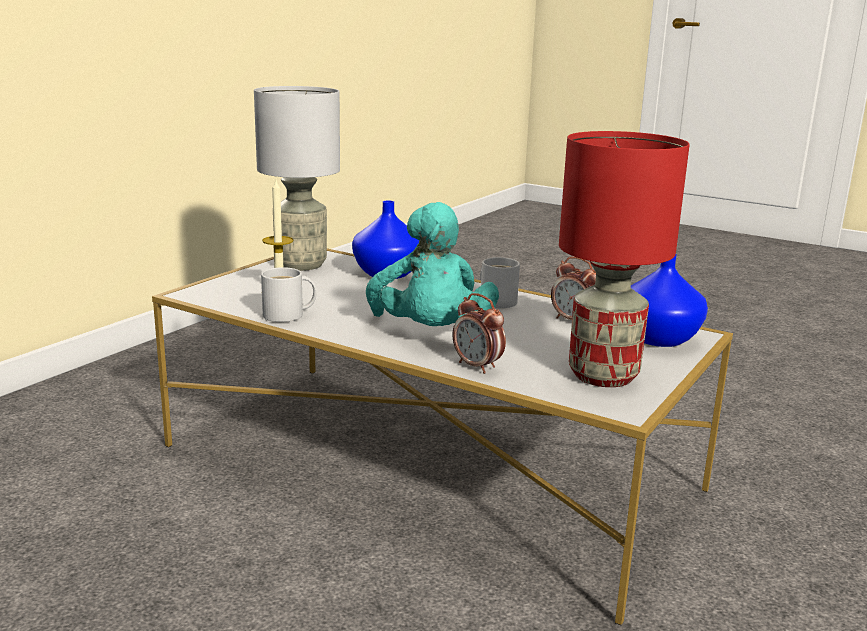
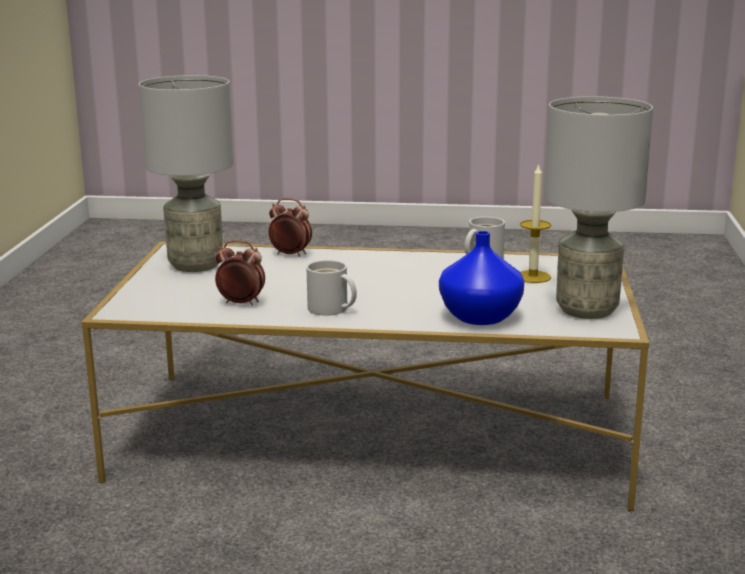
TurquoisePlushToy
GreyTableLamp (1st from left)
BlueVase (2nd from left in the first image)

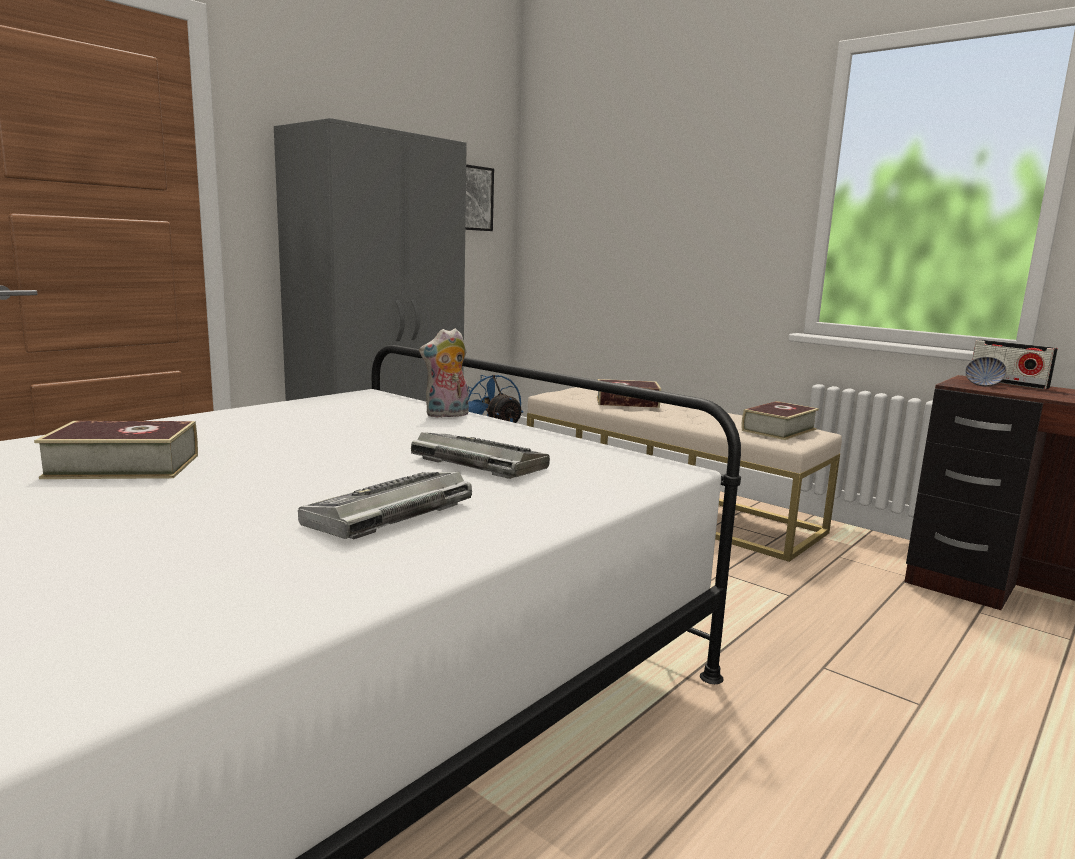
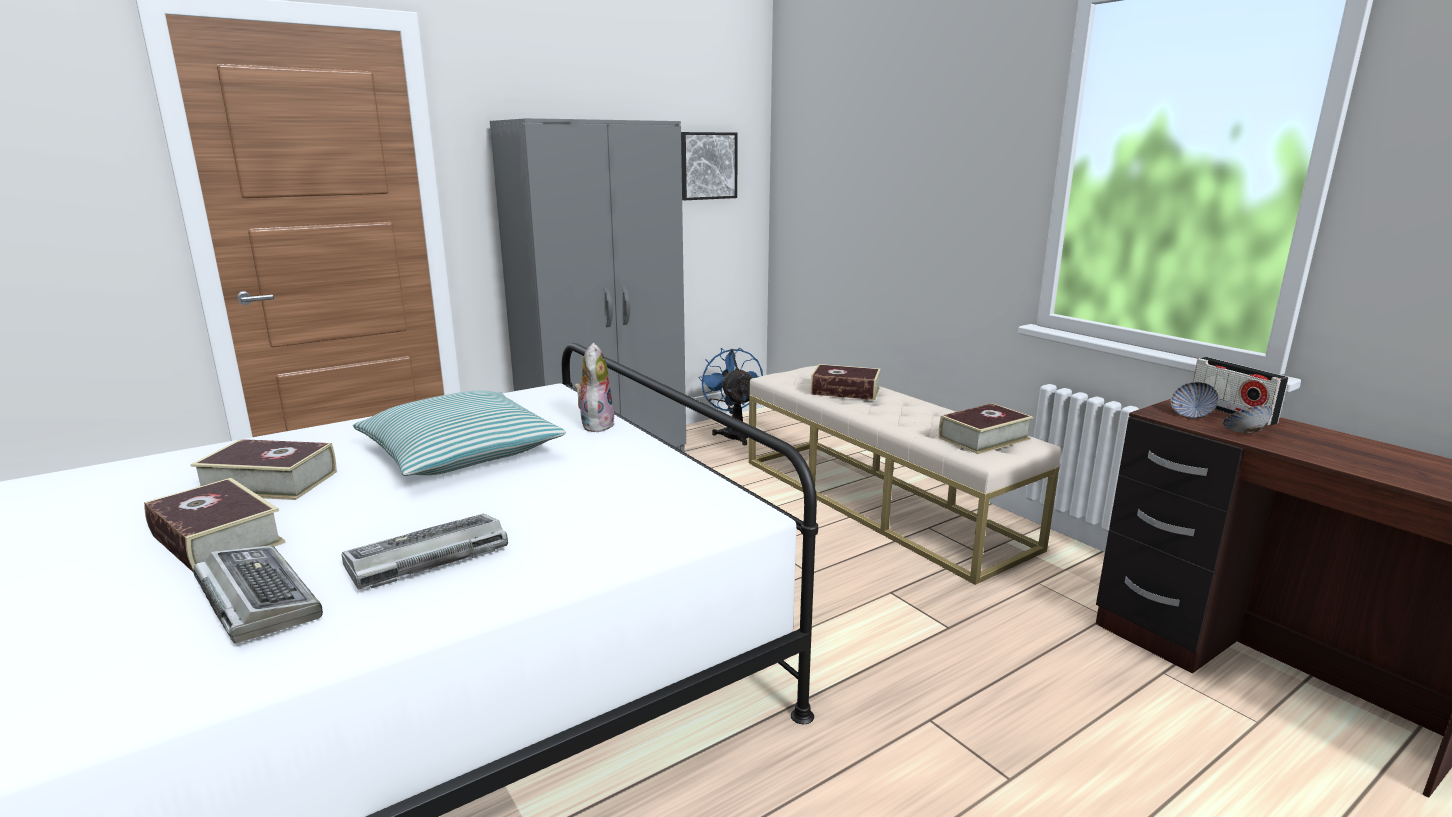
Keyboard (1st from left)
PlushToy
Book (1st from left)
Pillow
Bowl (2nd from left)

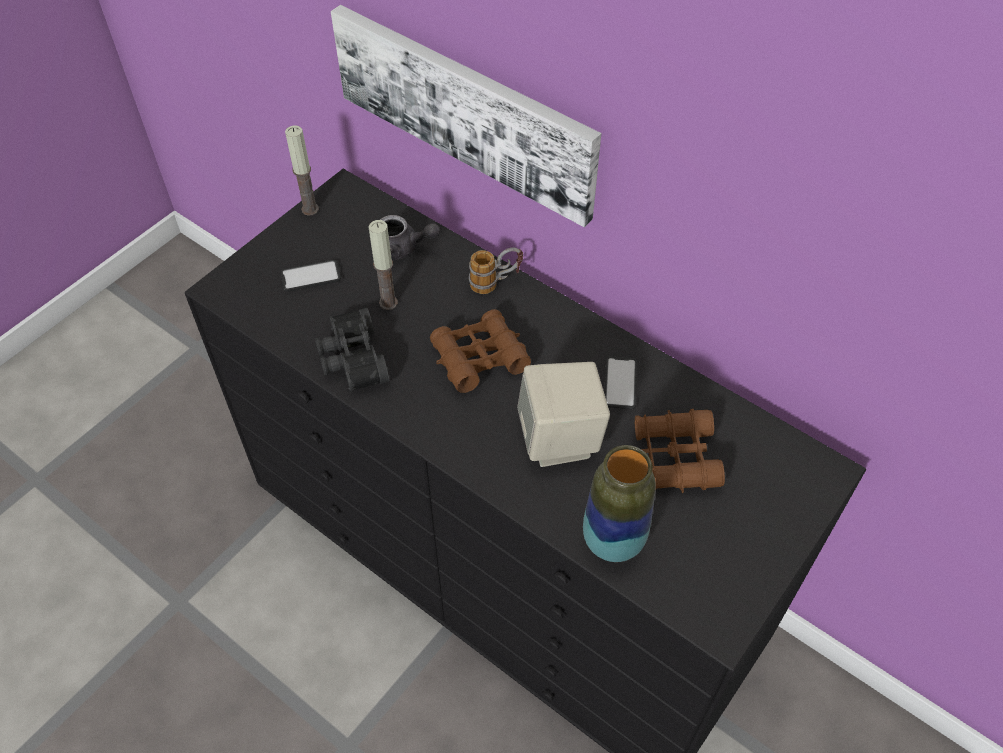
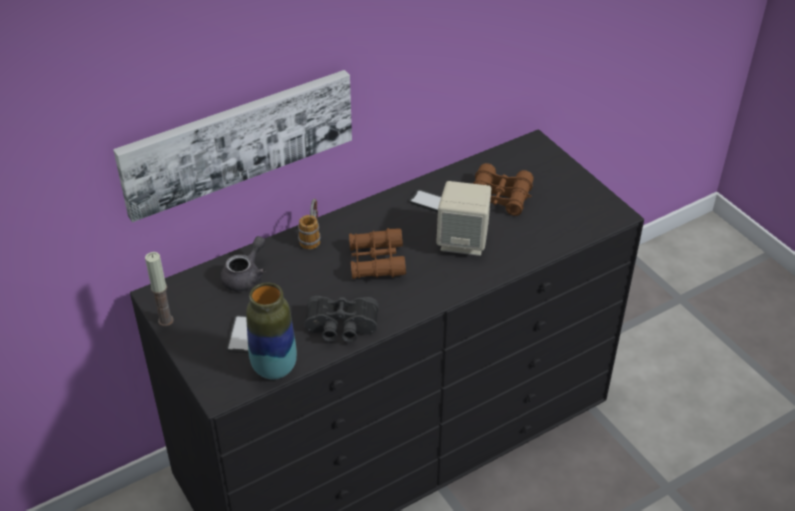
Candle (2nd from left in the first image)
Vase

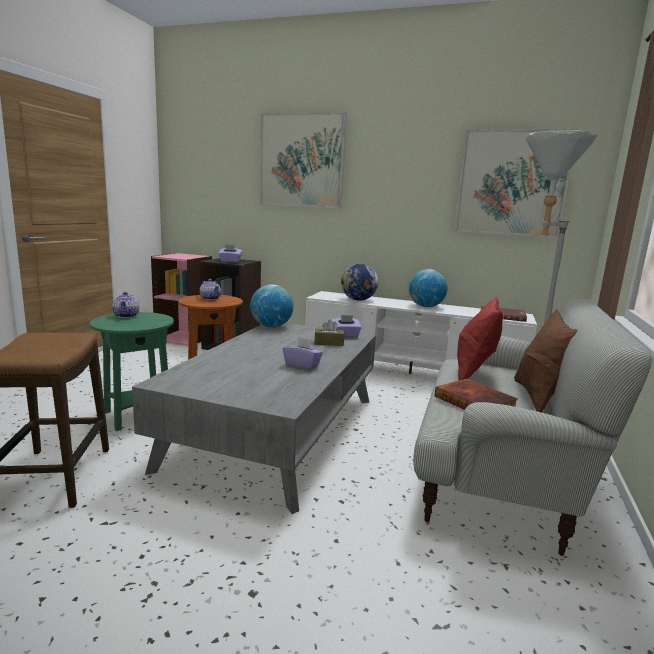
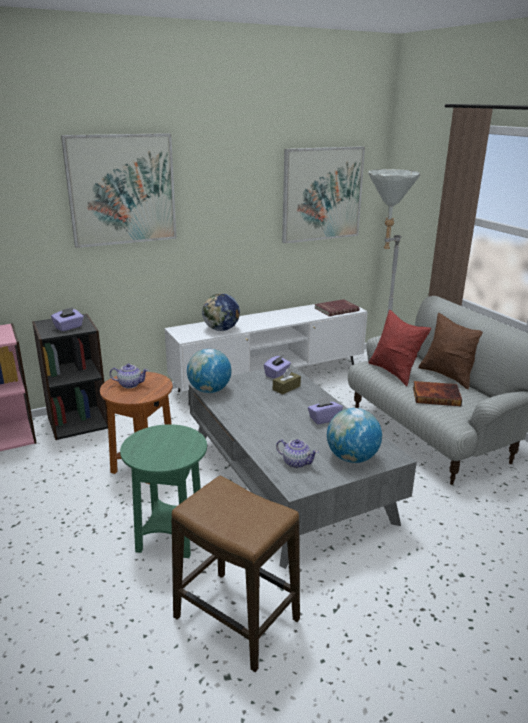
Teapot (2nd from left)
Globe (3rd from left)

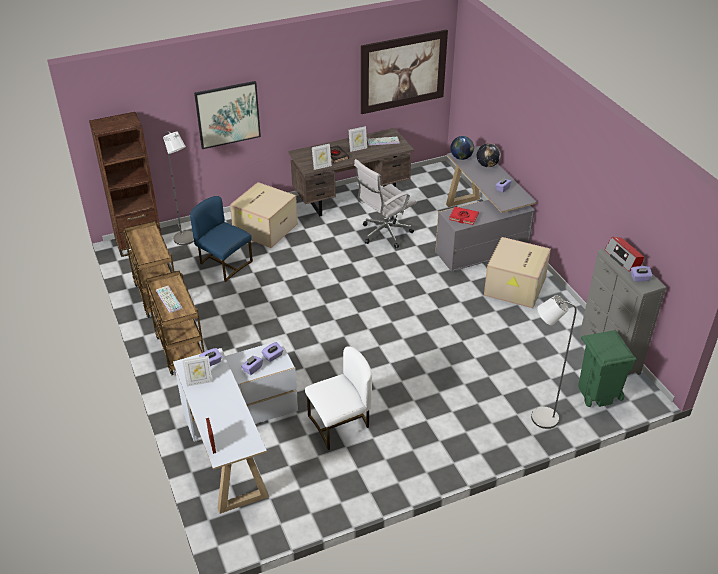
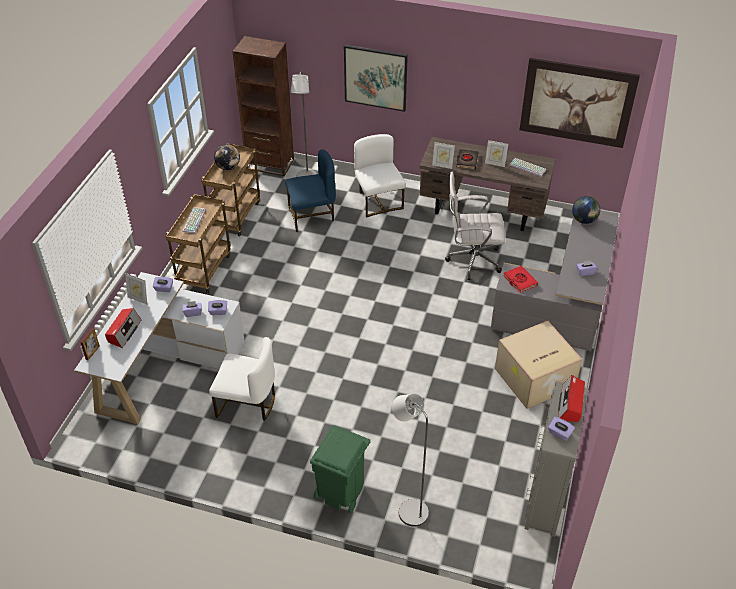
BlueChair
WhiteChair (2nd from left)
Globe (1st from left)
GreenTrashCan
Radio (1st from left)

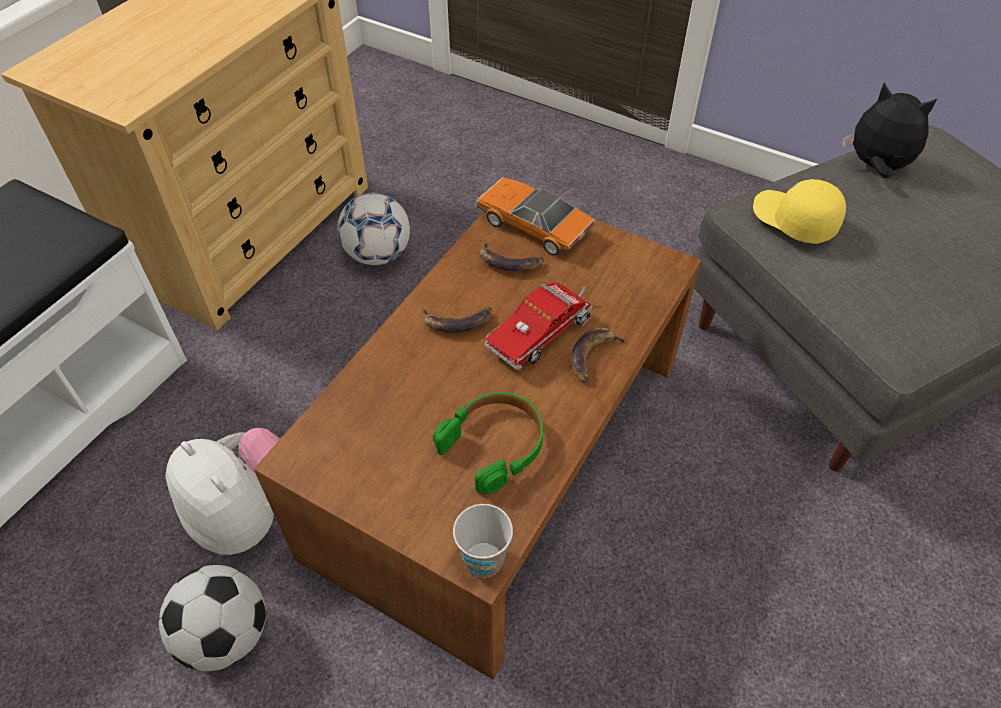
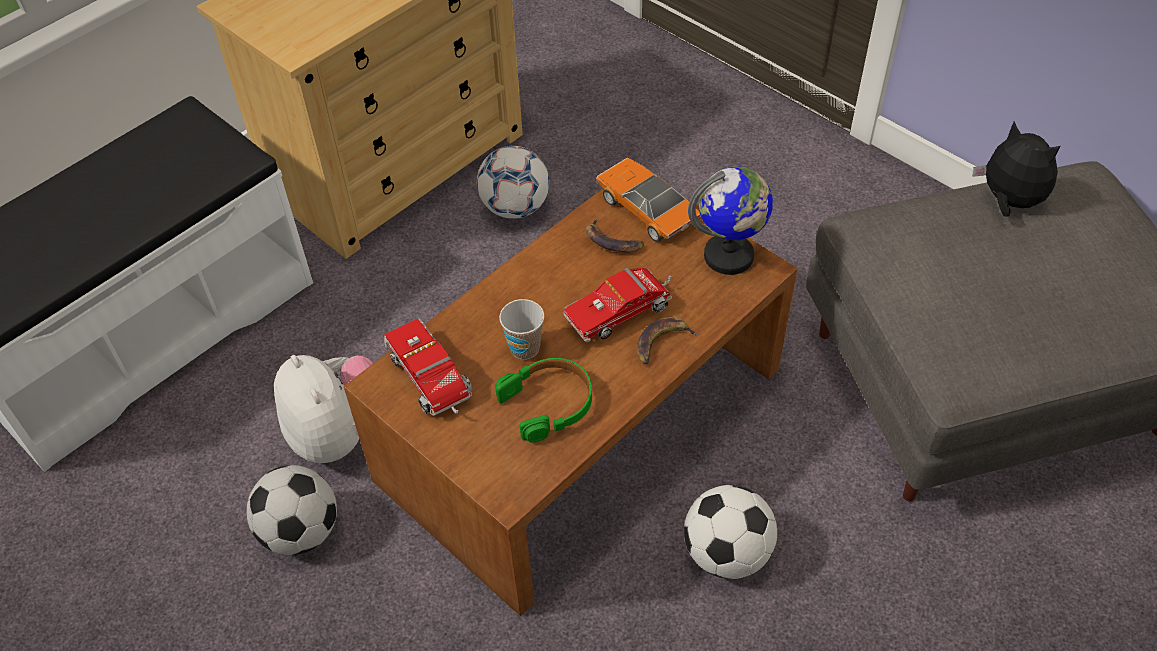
Banana (1st from left in the first image)
Cup
YellowCap
ToyTruck (1st from left)
Football (3rd from left)
Globe

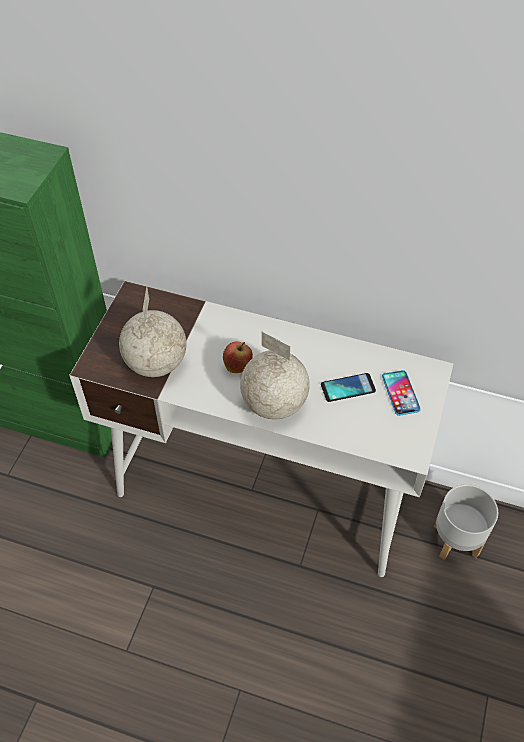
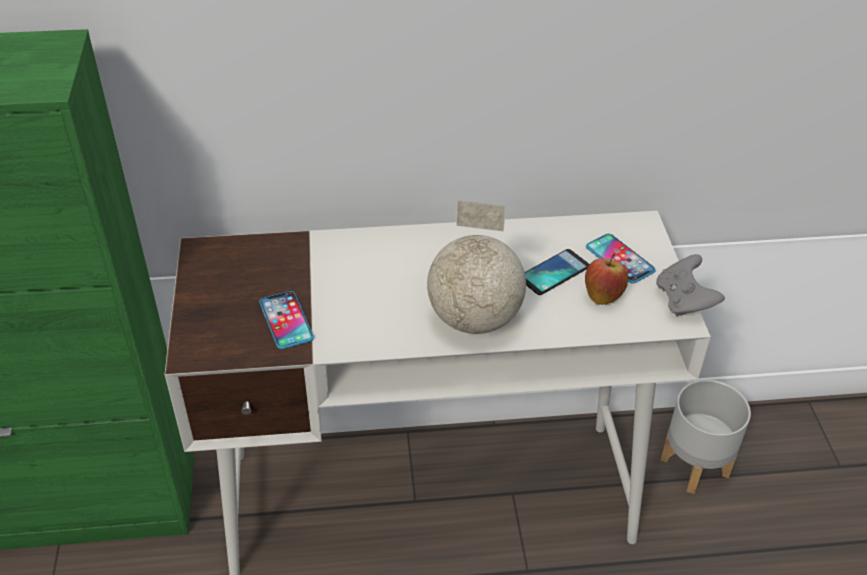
Phone (1st from left)
Apple
GreyGameController

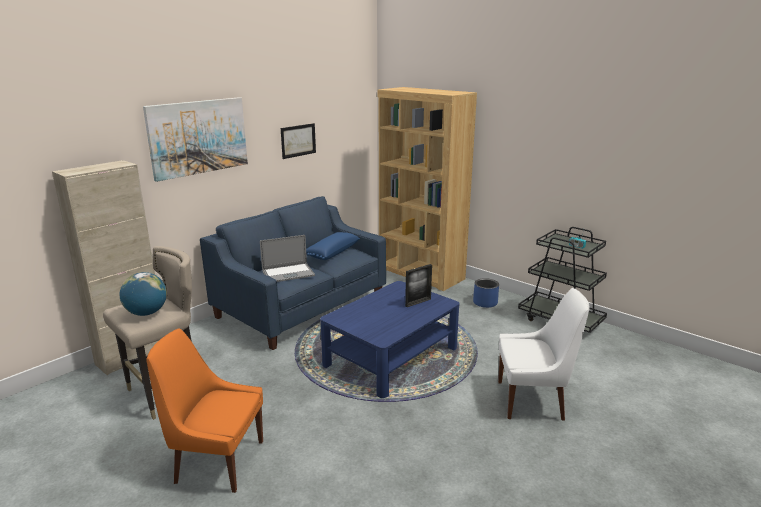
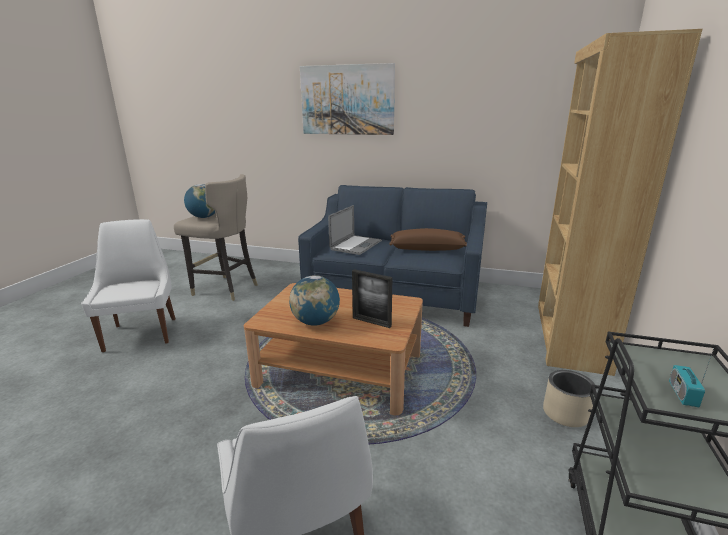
BeigeCabinet
WhiteChair (1st from left)
Laptop
Picture (2nd from left in the first image)
BrownPillow
BrownCoffeeTable
BeigePlanter
Globe (2nd from left)

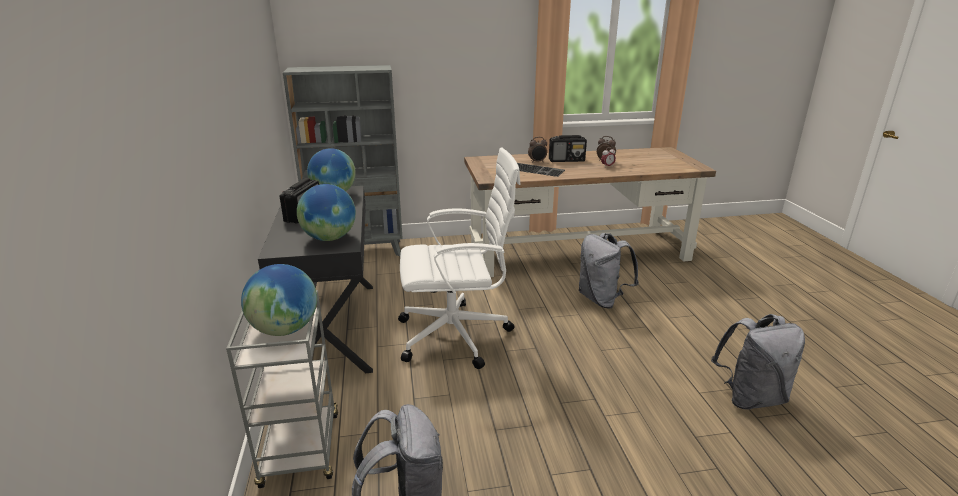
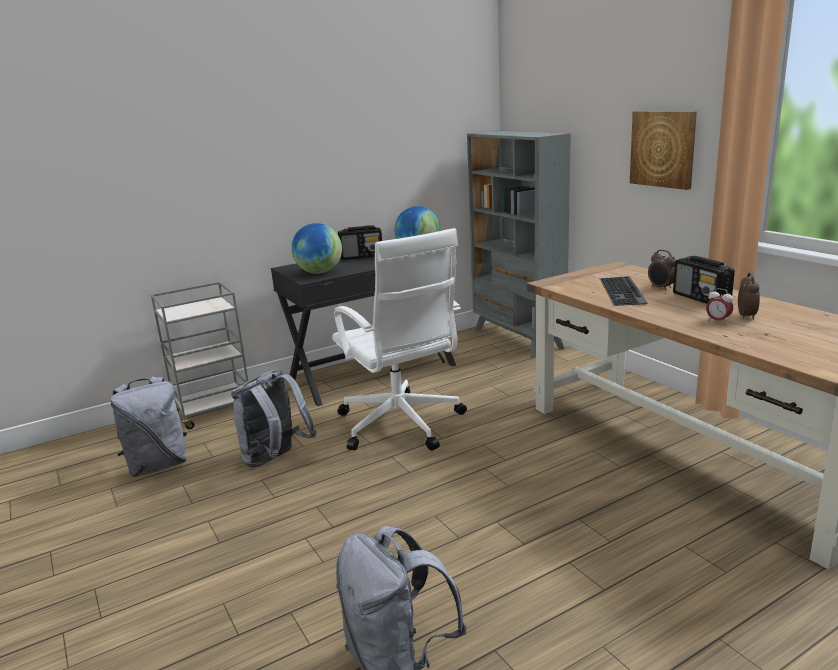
Globe (1st from left in the first image)
GreyBackpack (2nd from left)
Picture

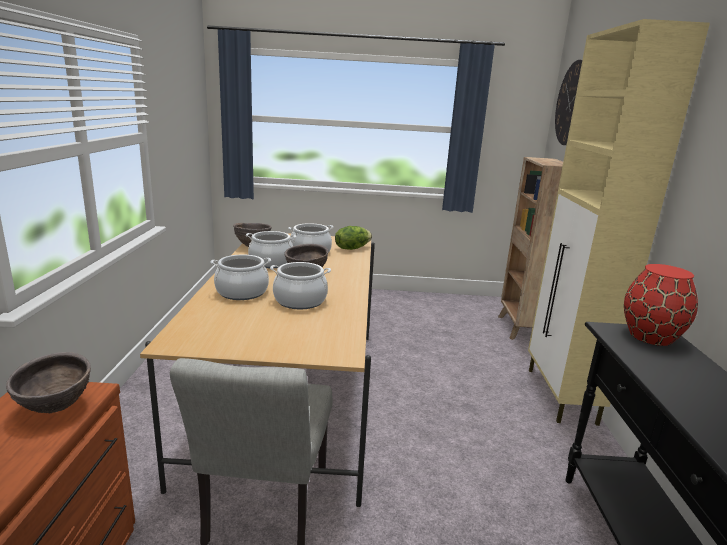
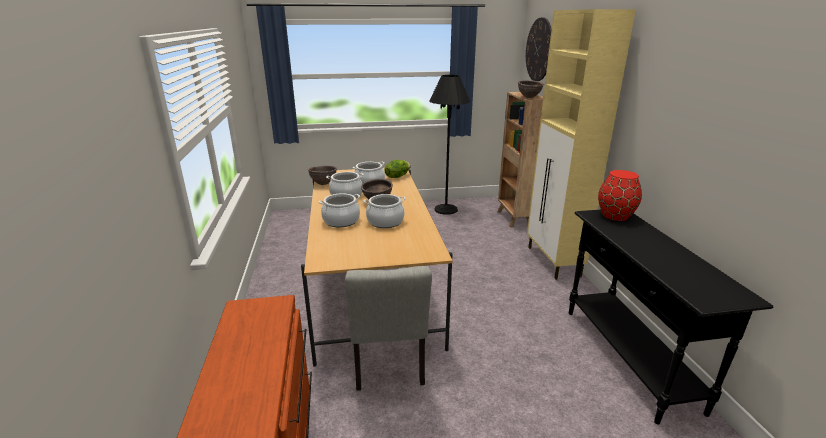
BrownBowl (3rd from left)
BlackFloorLamp

